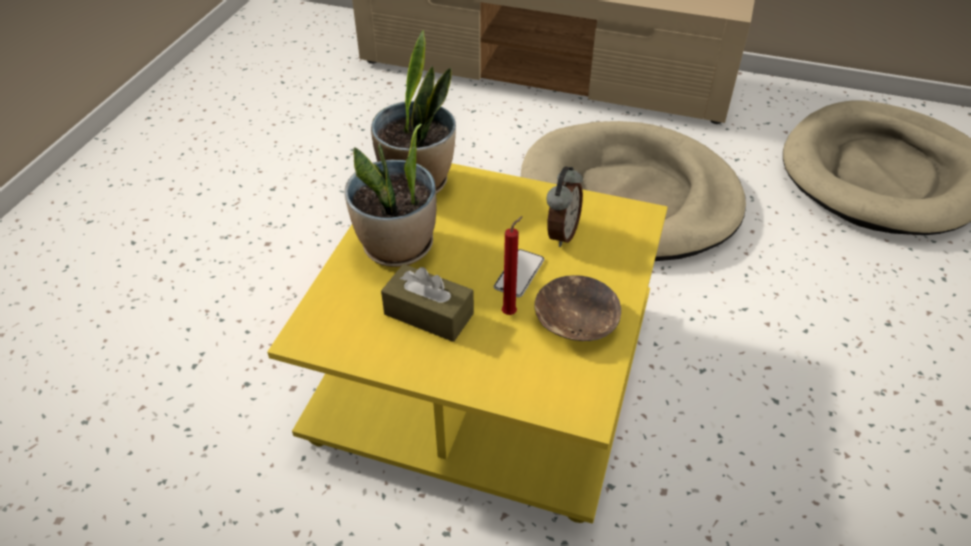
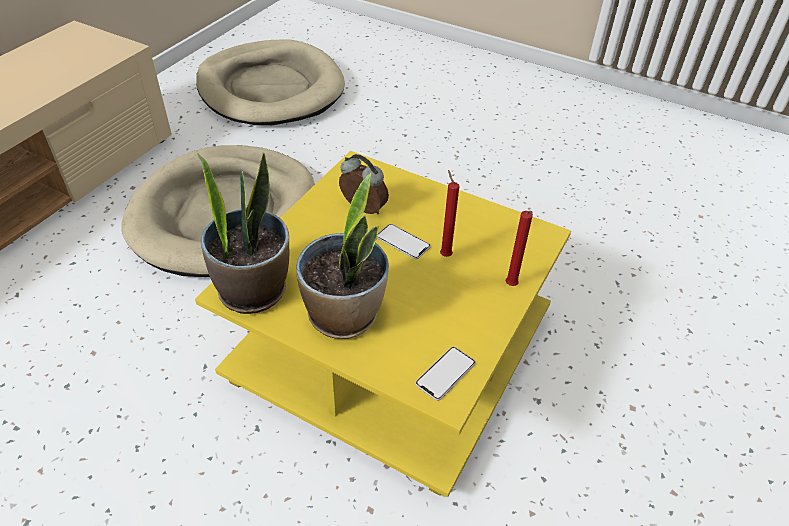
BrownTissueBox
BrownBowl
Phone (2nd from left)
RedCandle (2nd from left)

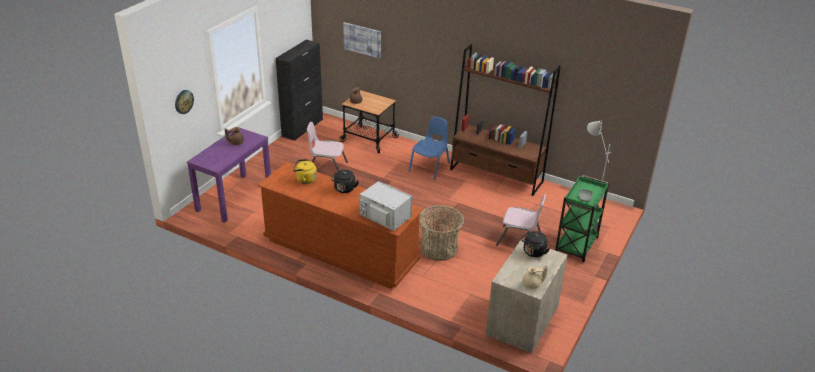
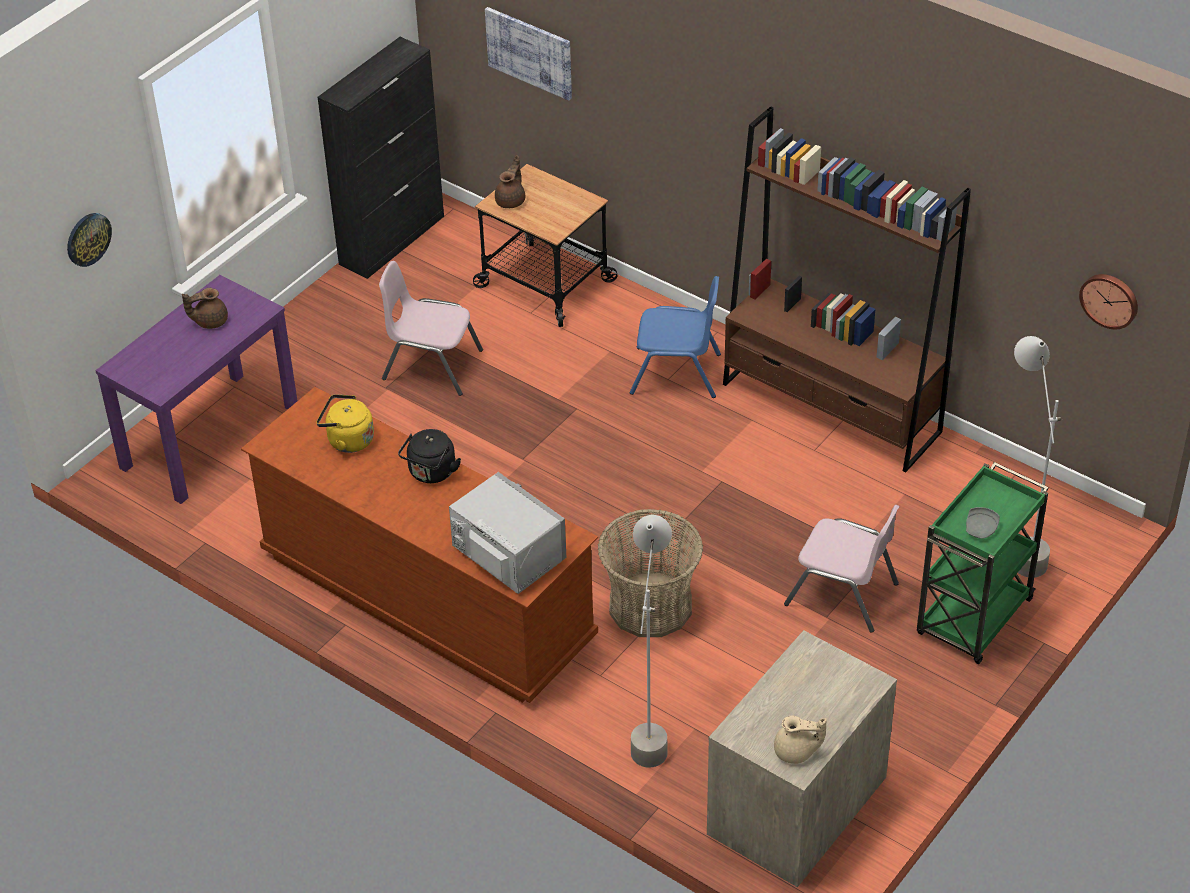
BlueChair
BlackKettle (2nd from left in the first image)
GreyFloorLamp (1st from left)
WallClock (2nd from left)

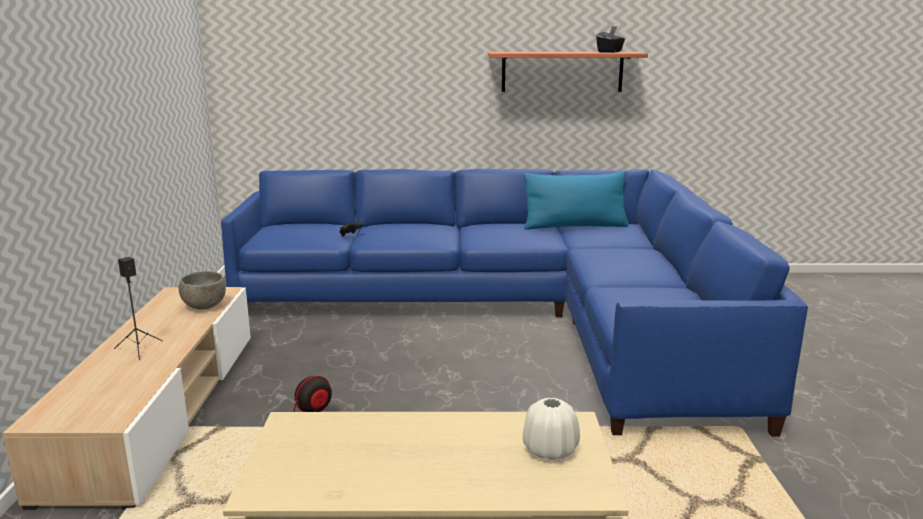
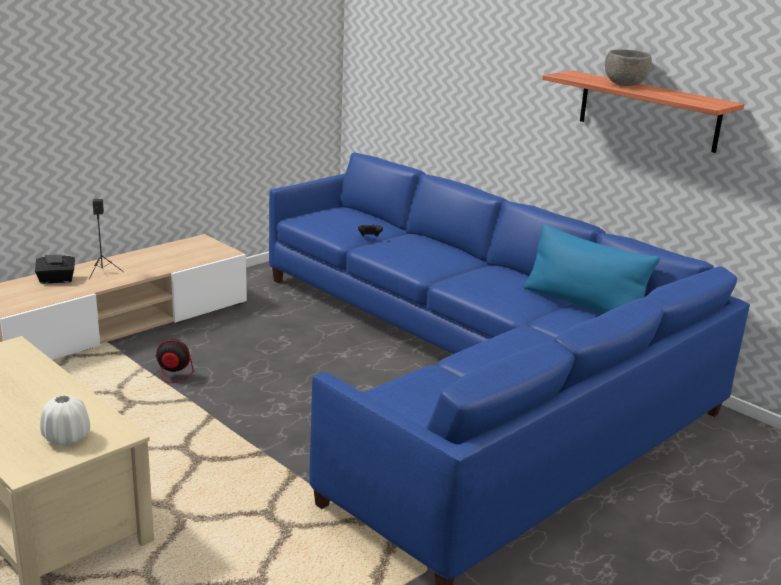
GreyBowl
BlackTissueBox

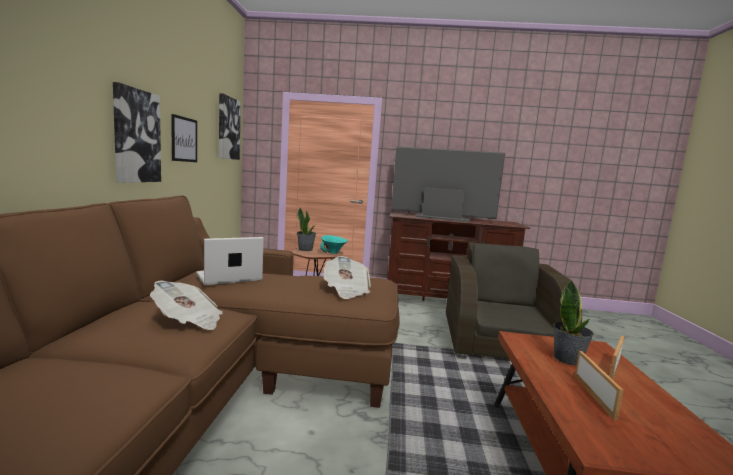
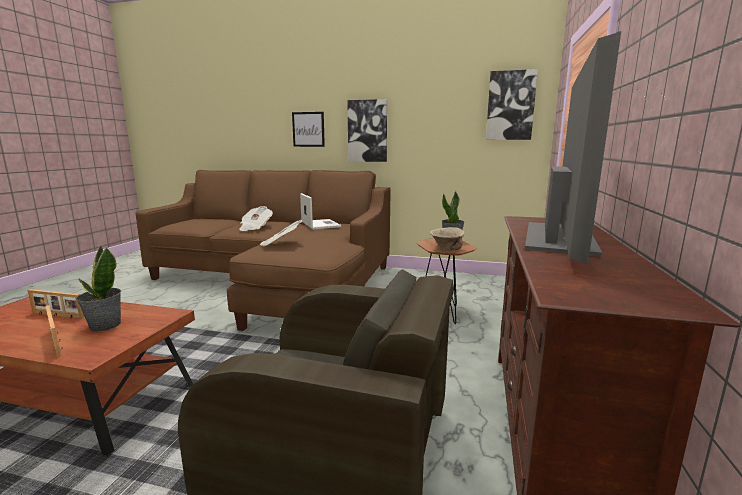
Picture (1st from left)
BeigeBowl

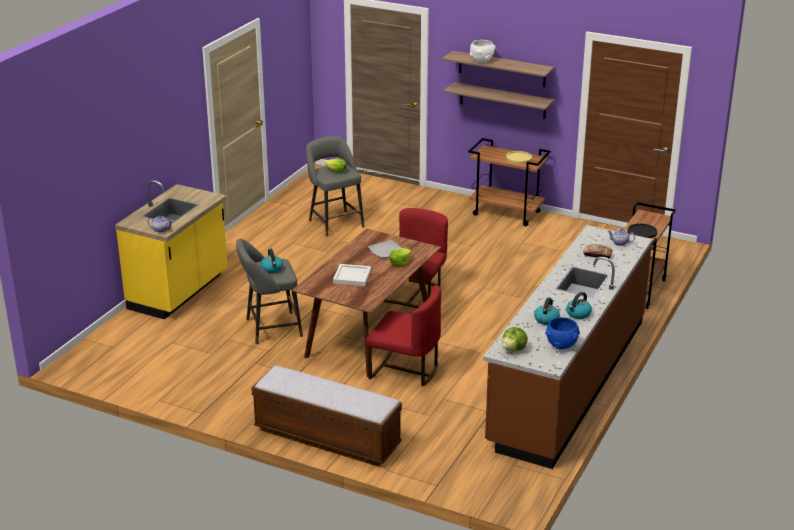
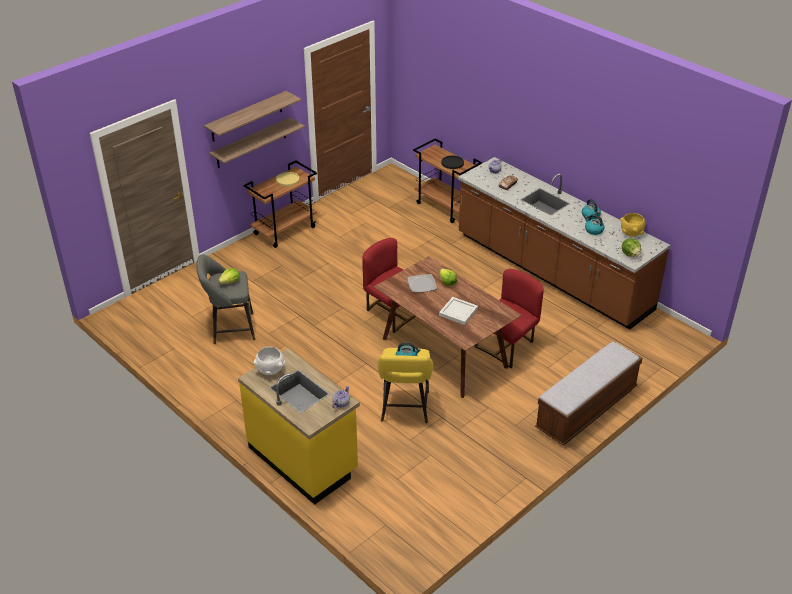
YellowStool
WhiteBowl
YellowBowl

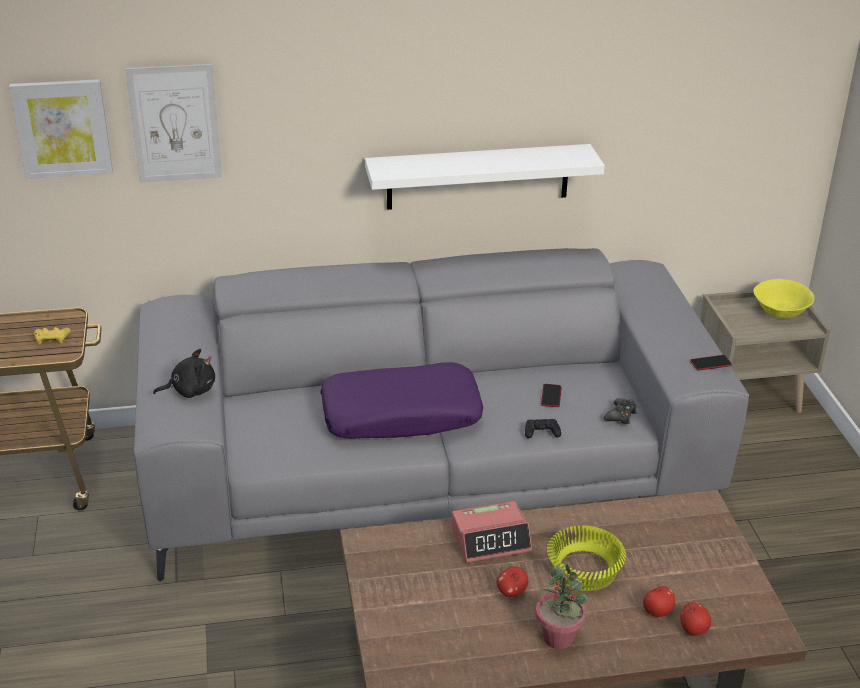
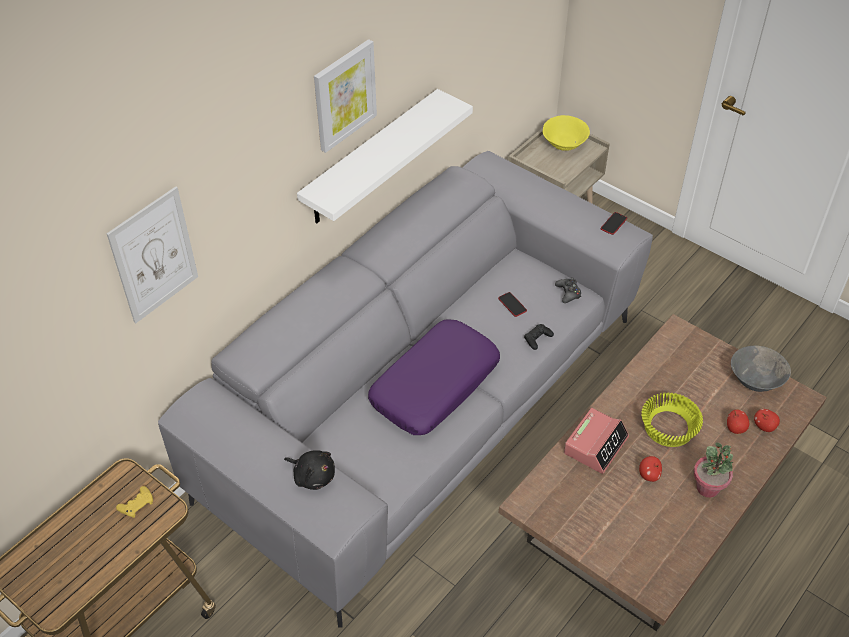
Picture (2nd from left)
BlackPlushToy
GreyBowl

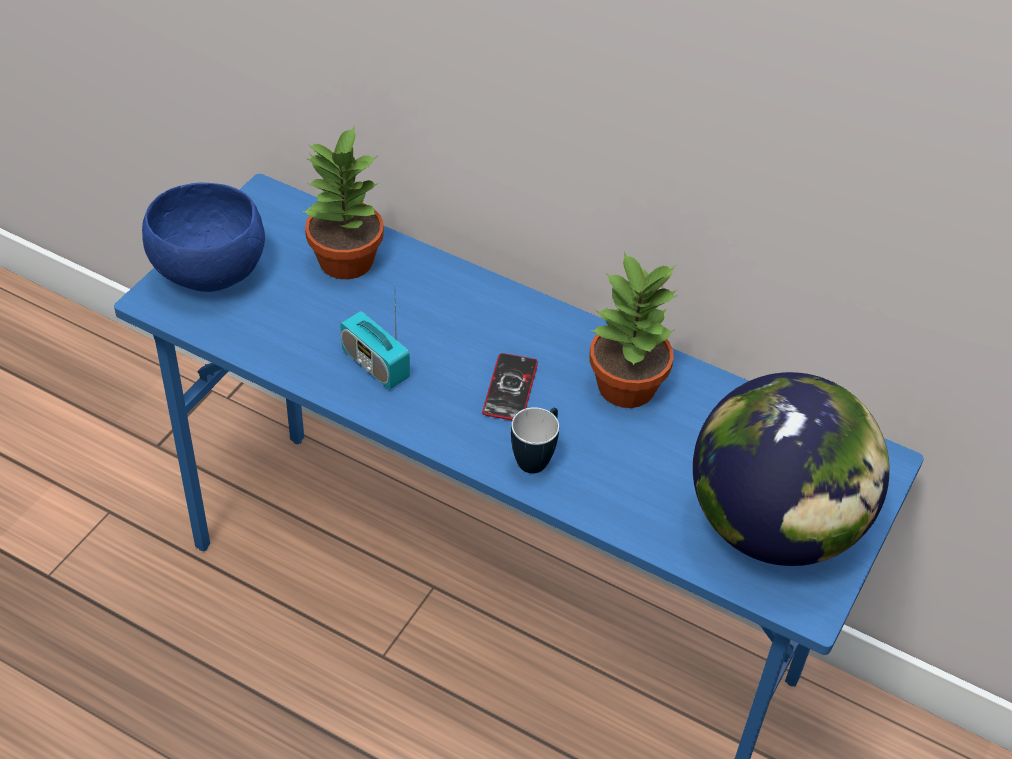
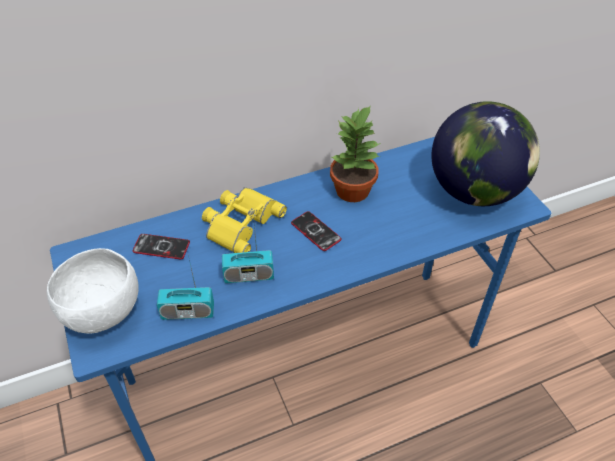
WhiteBowl
Phone (1st from left)
Mug
Radio (1st from left)
YellowBinoculars

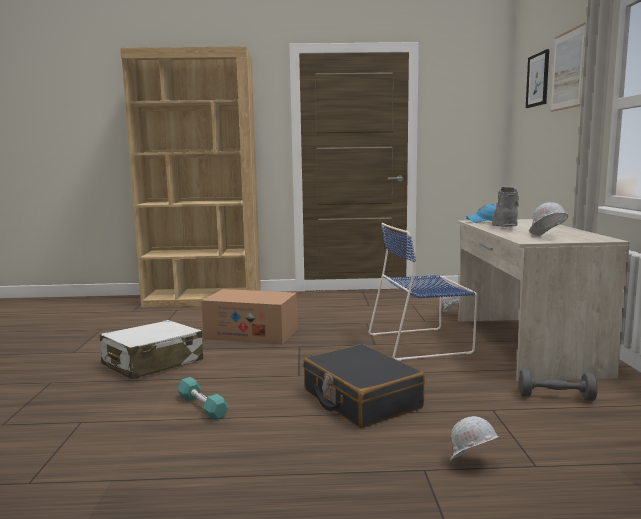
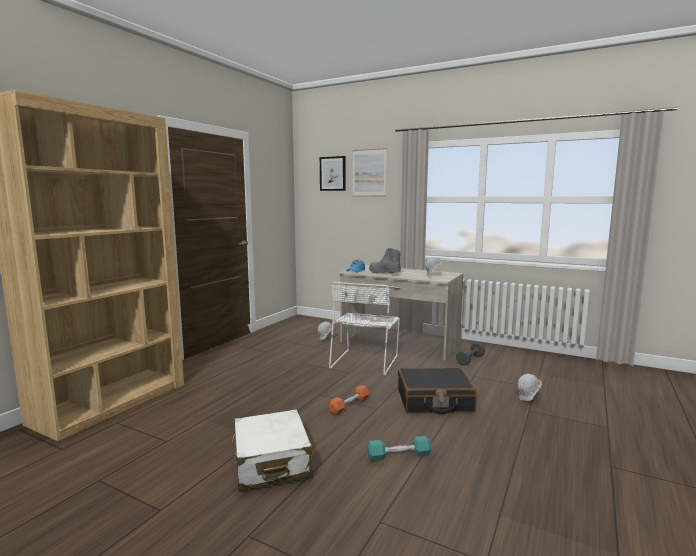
CardboardBox
WhiteChair
OrangeDumbbell

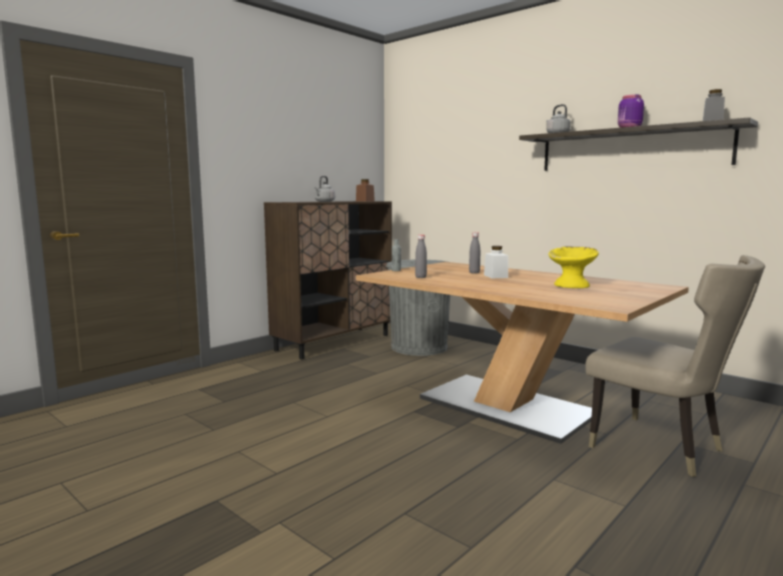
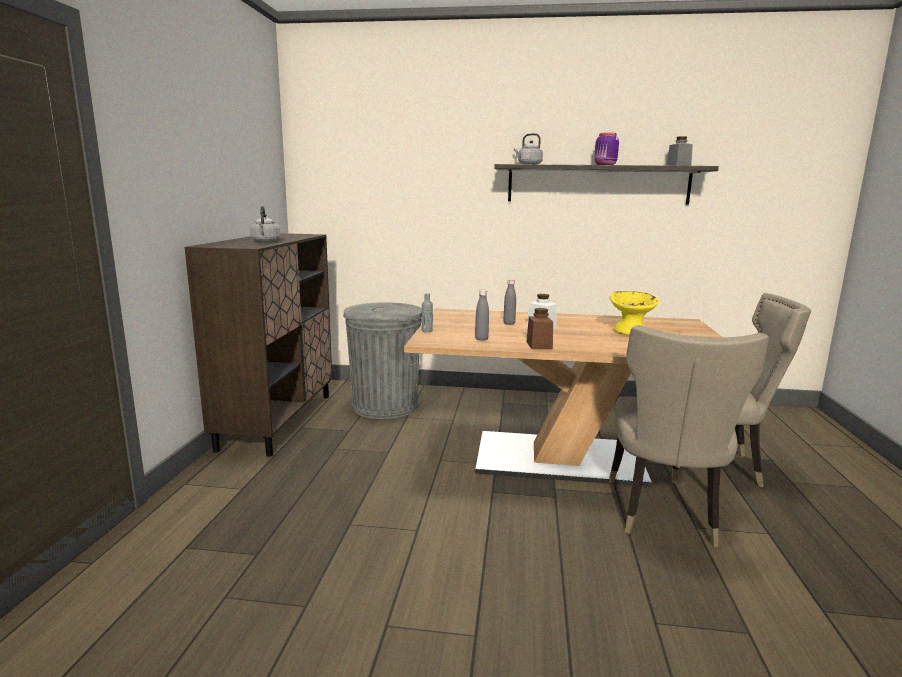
BrownJar
BeigeChair (1st from left)

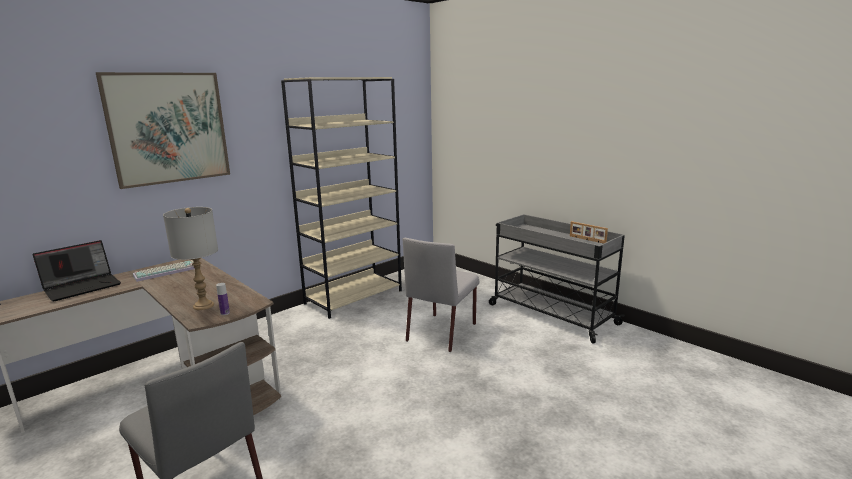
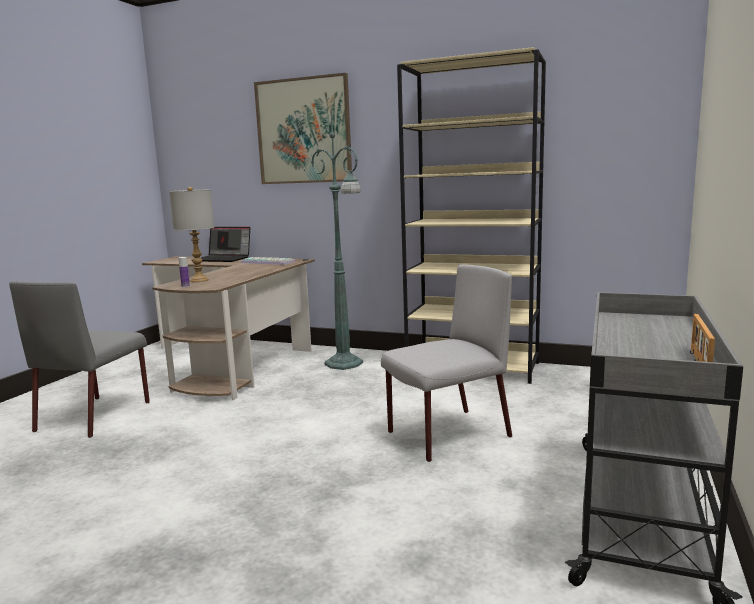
GreyChair (2nd from left)
GreenFloorLamp

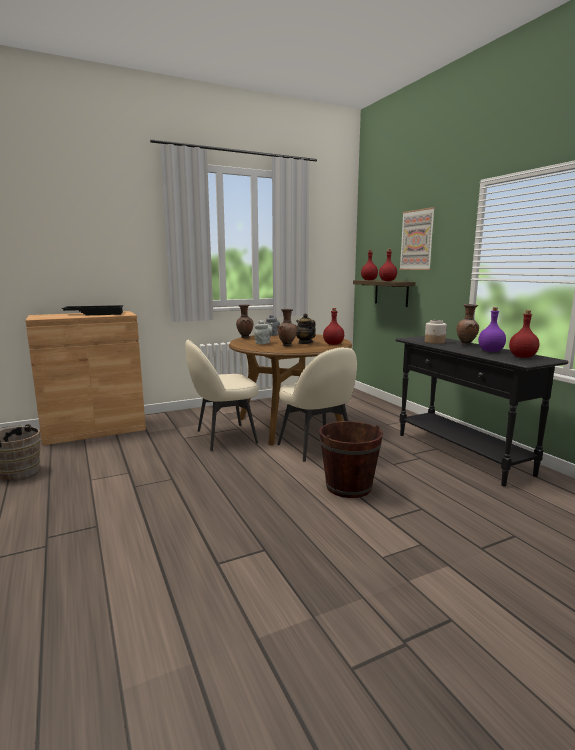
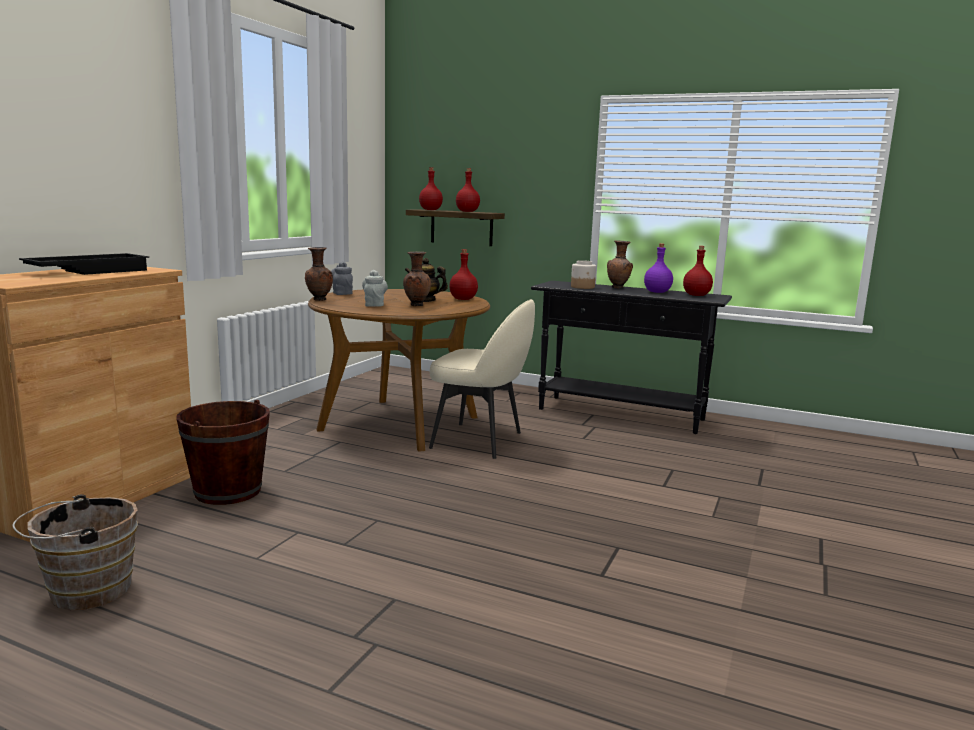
BeigeChair (1st from left in the first image)
BrownBucket (2nd from left)
Picture

